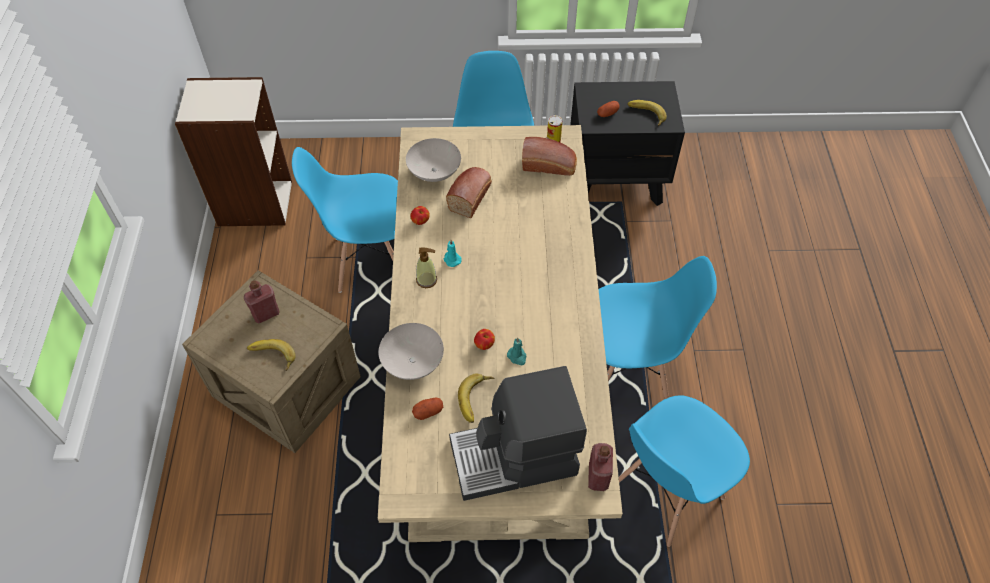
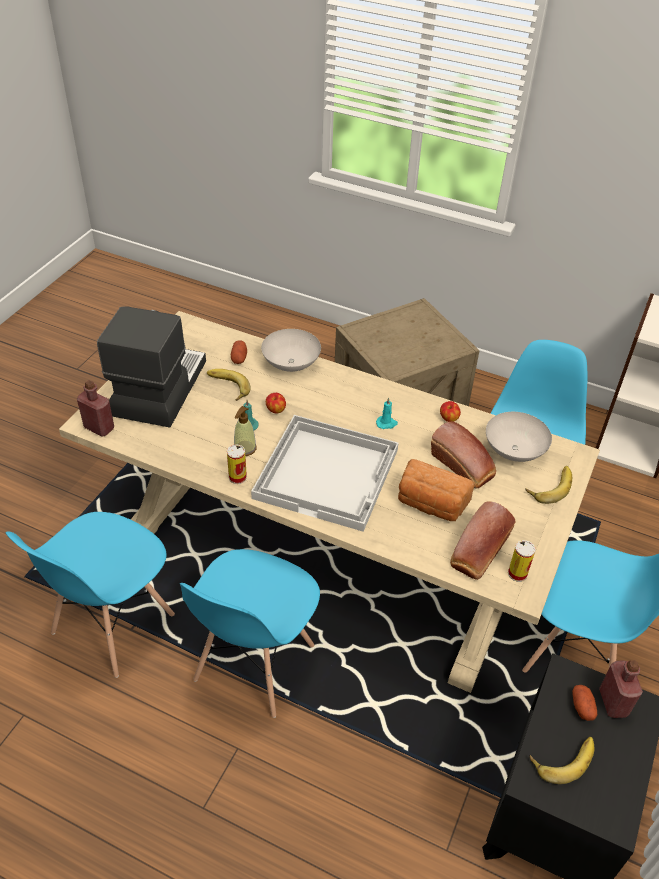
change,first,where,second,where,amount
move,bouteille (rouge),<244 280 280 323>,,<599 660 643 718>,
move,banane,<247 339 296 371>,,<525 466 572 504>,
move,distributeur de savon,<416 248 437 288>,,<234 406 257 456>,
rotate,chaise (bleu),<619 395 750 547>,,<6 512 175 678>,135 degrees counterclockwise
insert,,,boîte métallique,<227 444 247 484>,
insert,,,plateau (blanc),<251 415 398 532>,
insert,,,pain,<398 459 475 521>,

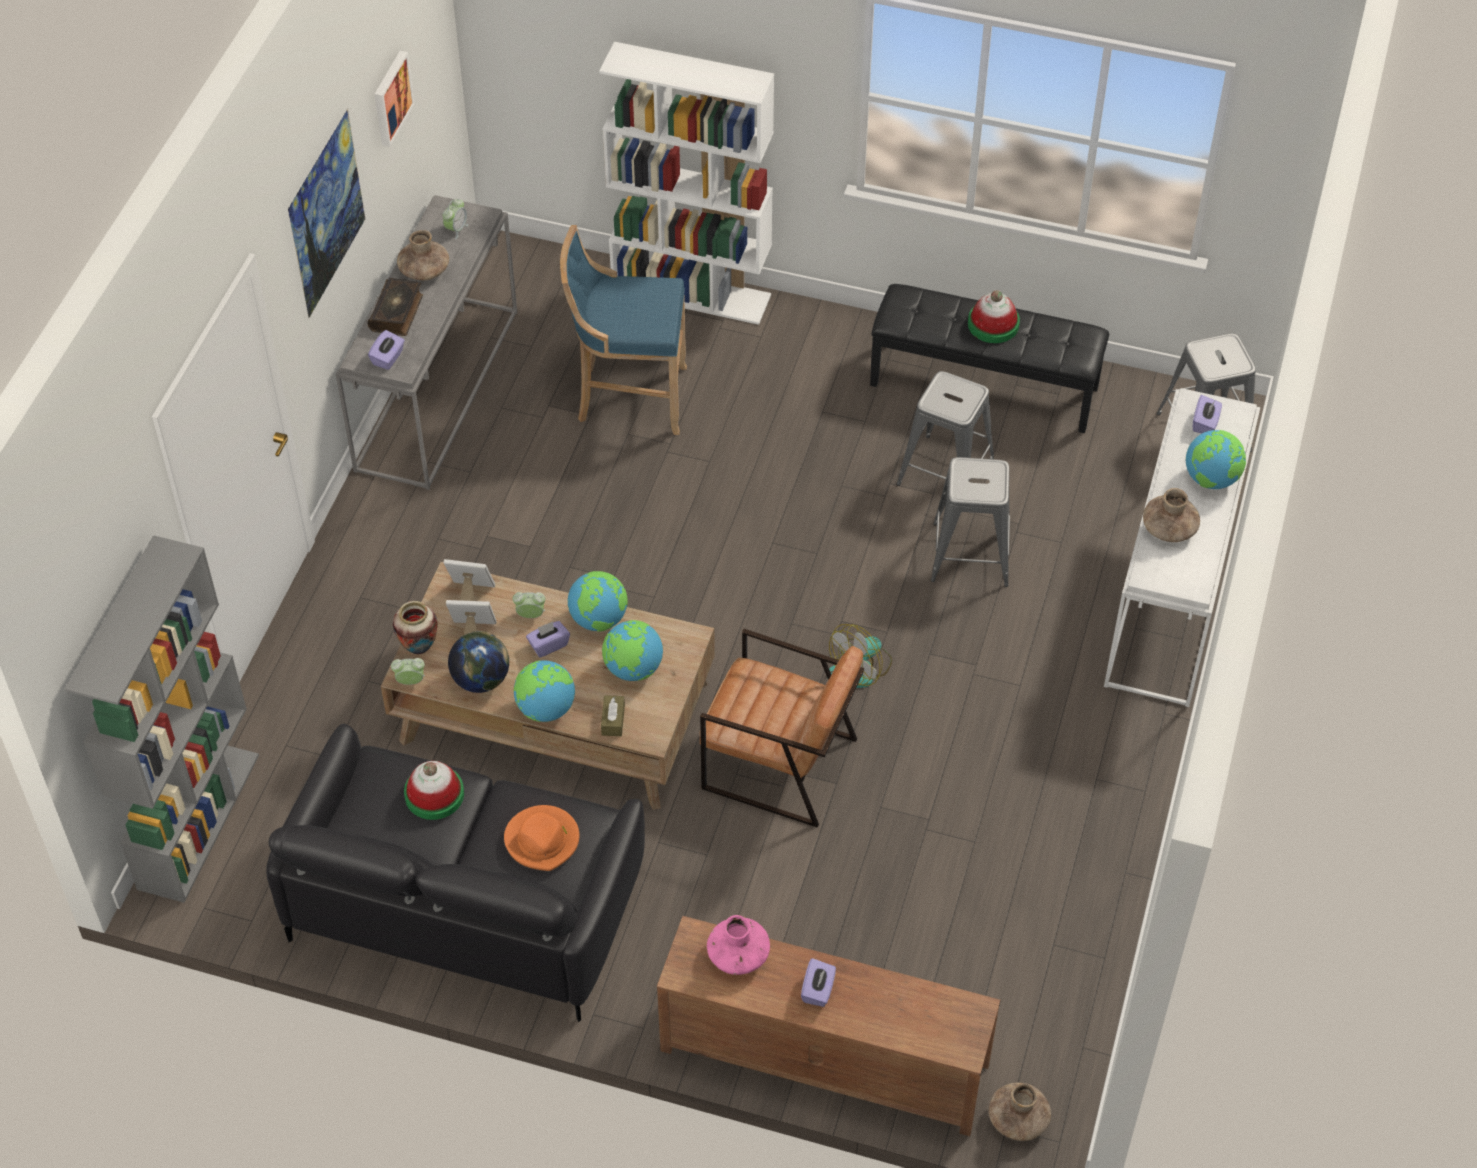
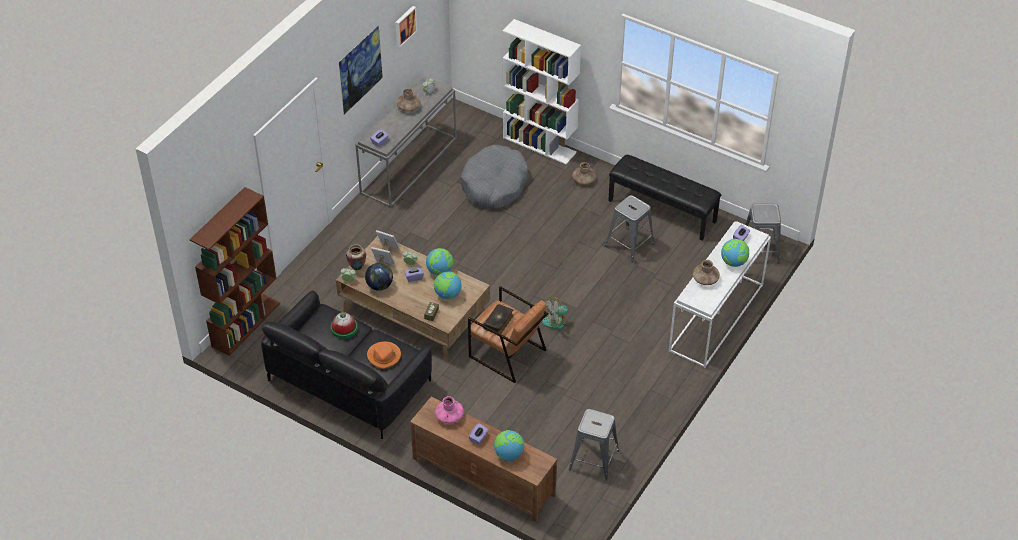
change,first,where,second,where,amount
recolor,bibliothèque (gris),<65 535 259 903>,bibliothèque (marron),<189 187 280 356>,
move,livre,<367 278 423 336>,,<483 304 514 334>,
move,globe,<514 660 575 722>,,<494 430 524 461>,
replace,tabouret (bleu),<560 225 687 435>,panier pour chien (gris),<461 145 529 209>,
move,tabouret (gris),<931 457 1010 587>,,<569 409 619 481>,
delete,chapeau,<968 290 1020 343>,,,
move,vase (marron),<989 1083 1051 1141>,,<572 162 596 185>,

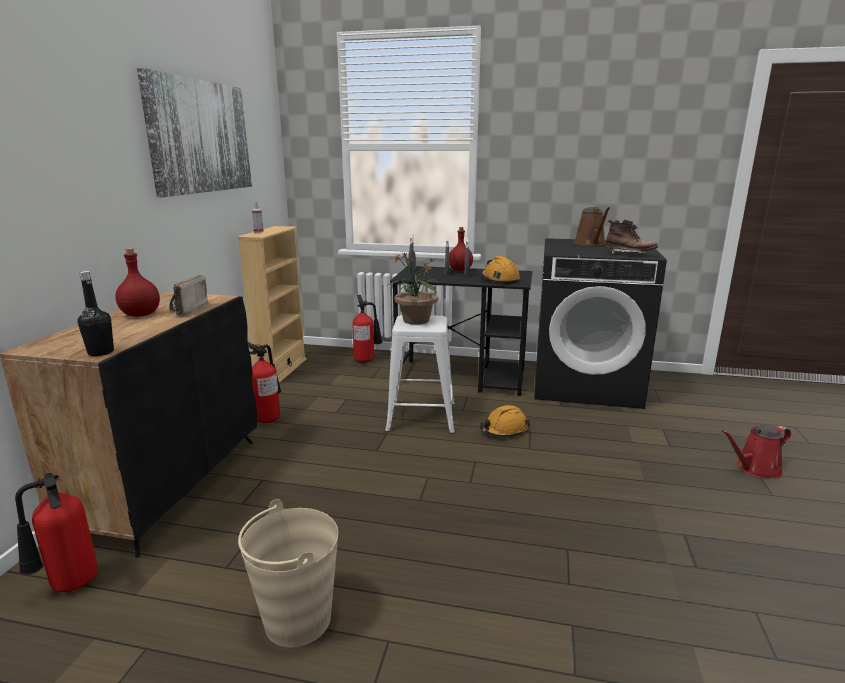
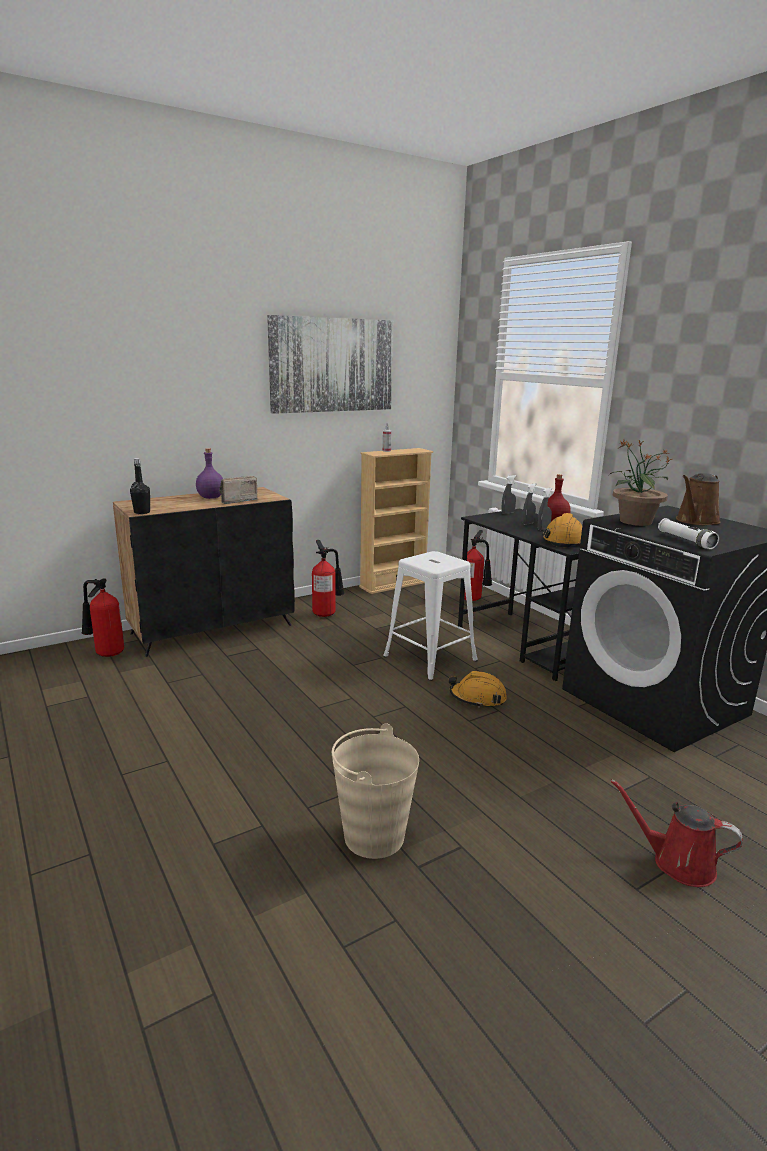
change,first,where,second,where,amount
recolor,bouteille (rouge),<115 248 160 317>,bouteille (violet),<196 448 223 499>,
move,seau (beige),<238 499 338 648>,,<332 724 419 859>,
move,plante en pot,<388 253 438 325>,,<609 440 672 526>,
replace,botte (marron),<605 220 658 254>,lampe de poche (blanc),<658 518 719 549>,

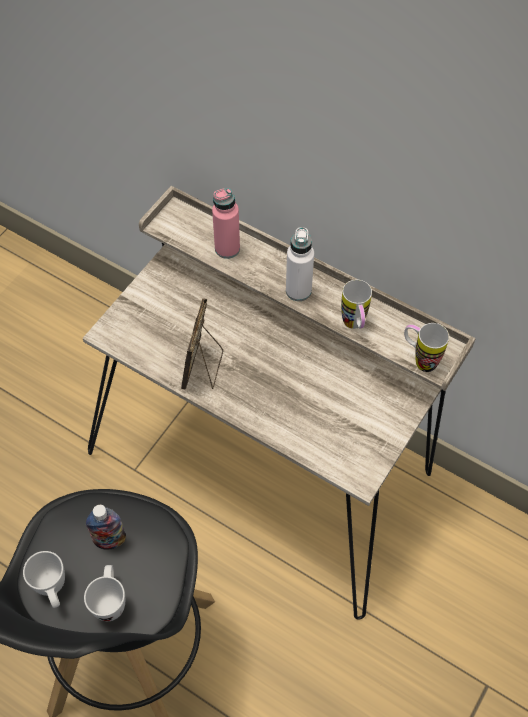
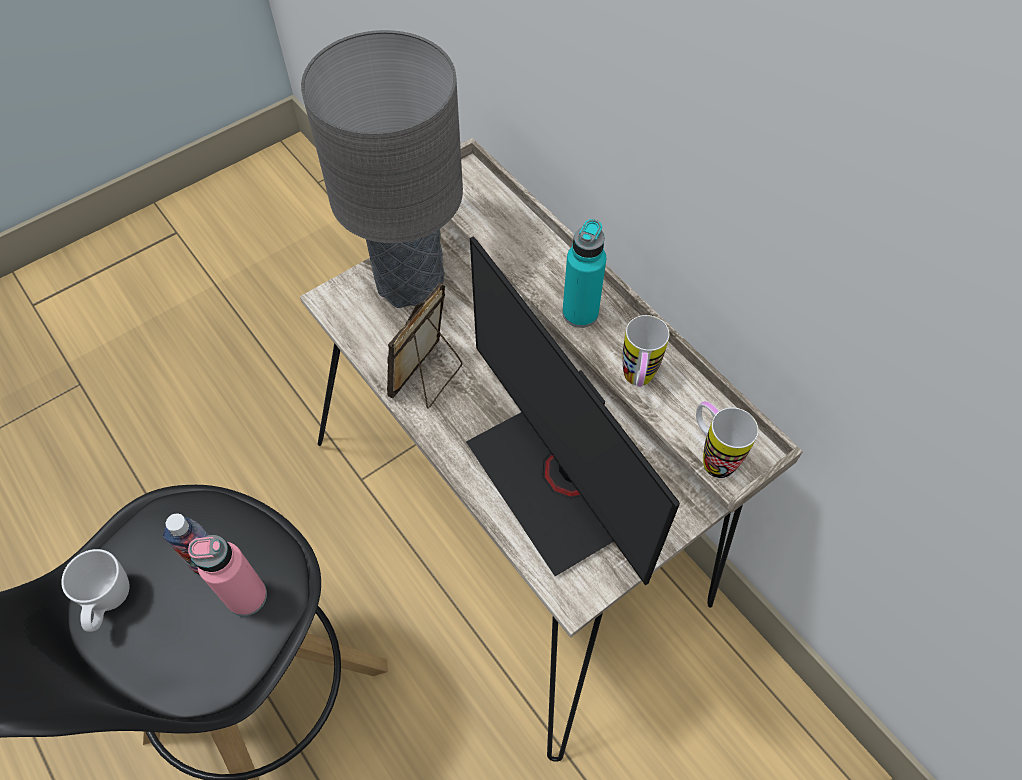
change,first,where,second,where,amount
delete,mug (blanc),<84 565 125 621>,,,
move,bouteille (rose),<212 188 240 259>,,<188 535 267 616>,
recolor,bouteille (blanc),<286 227 314 301>,bouteille (turquoise),<562 219 606 328>,
insert,,,lampe de table (gris),<301 30 463 308>,
insert,,,écran d'ordinateur,<466 237 680 585>,

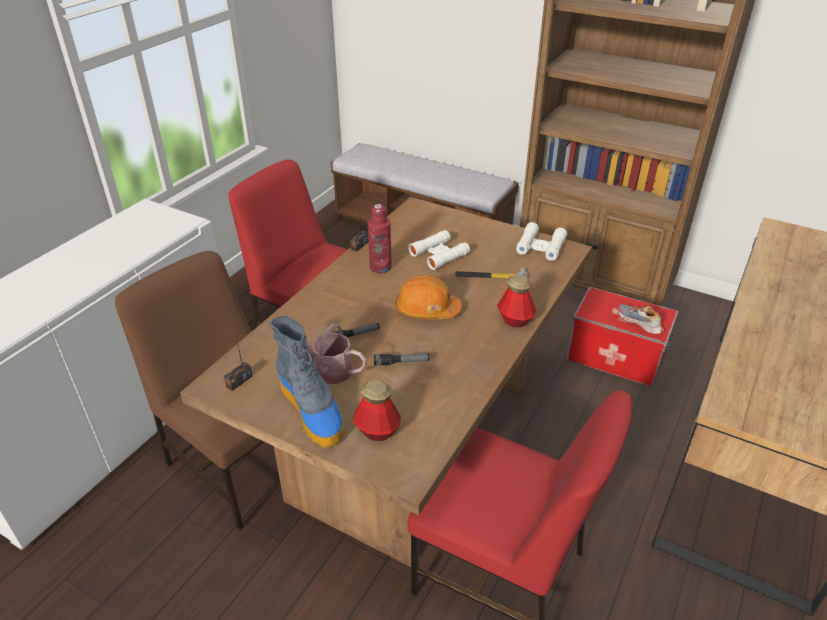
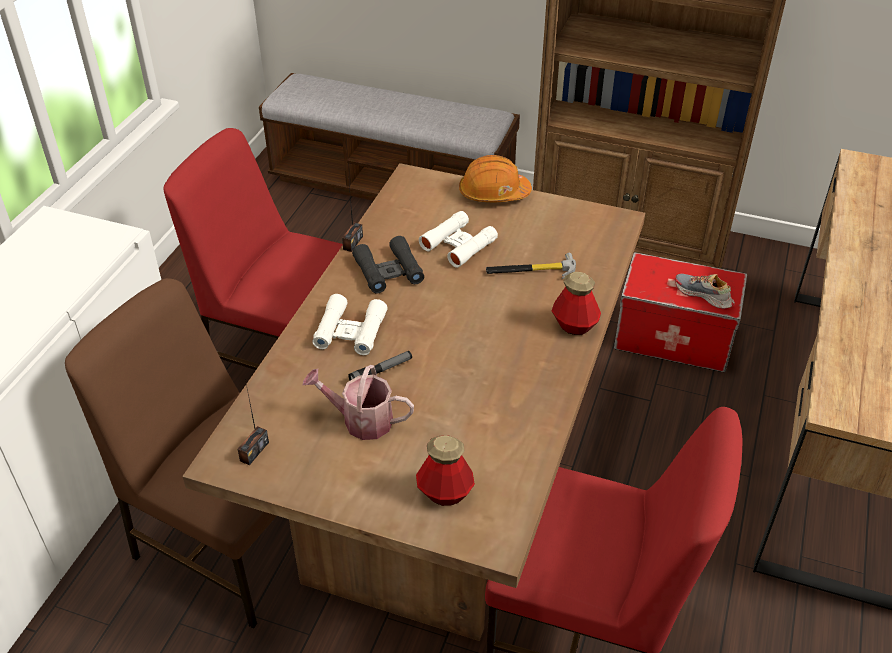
change,first,where,second,where,amount
delete,botte,<270 315 345 448>,,,
replace,bouteille (rouge),<367 204 392 273>,jumelles (noir),<352 236 424 294>,
delete,lampe de poche,<374 354 430 366>,,,
move,casque de chantier (orange),<395 275 462 319>,,<459 155 532 202>,
move,jumelles (blanc),<516 222 567 261>,,<312 294 388 355>,

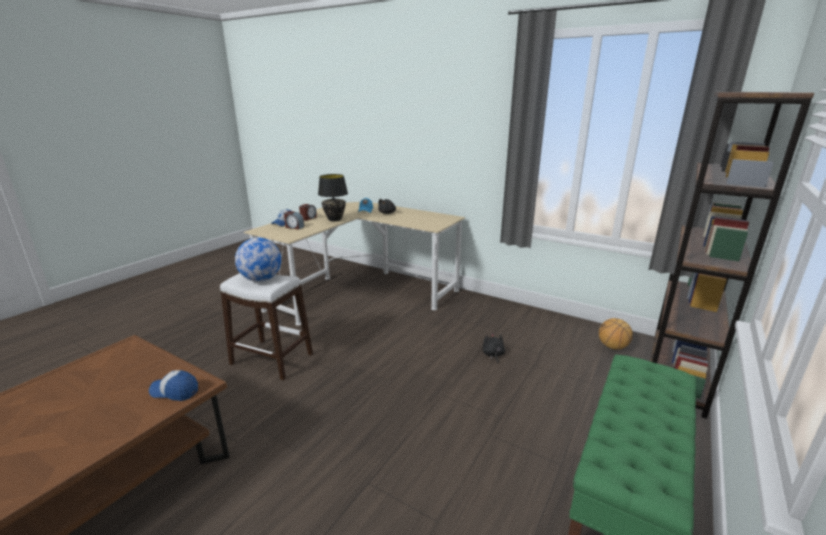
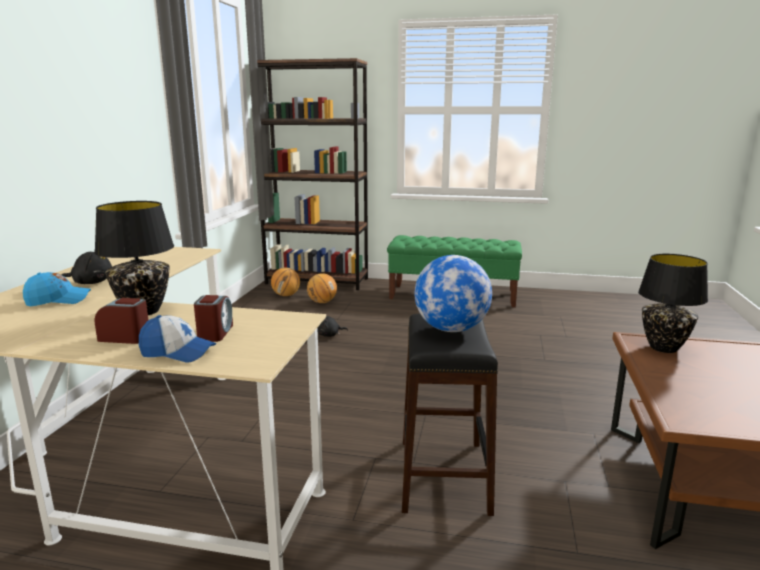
change,first,where,second,where,amount
replace,casquette,<149 370 198 401>,lampe de table (noir),<638 254 708 353>,
recolor,tabouret (blanc),<220 273 313 380>,tabouret (noir),<402 314 498 516>,
insert,,,ballon de basket,<307 273 337 303>,

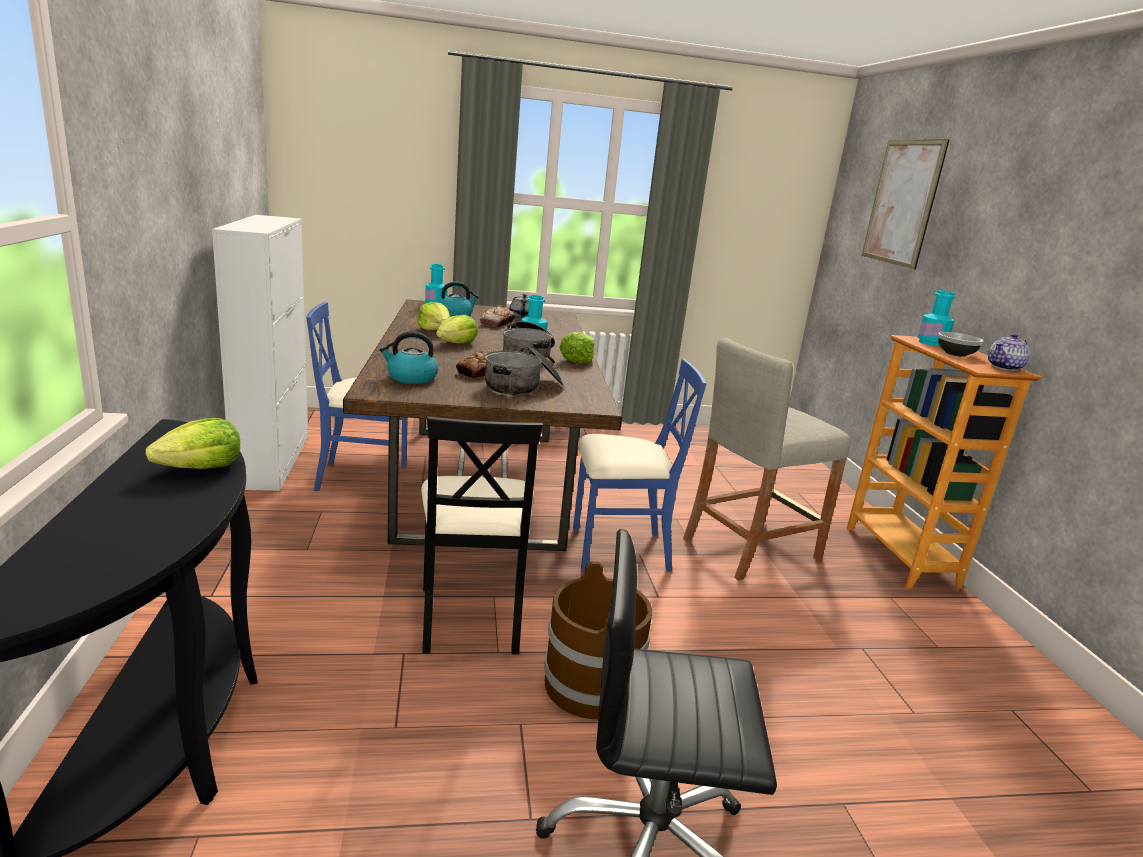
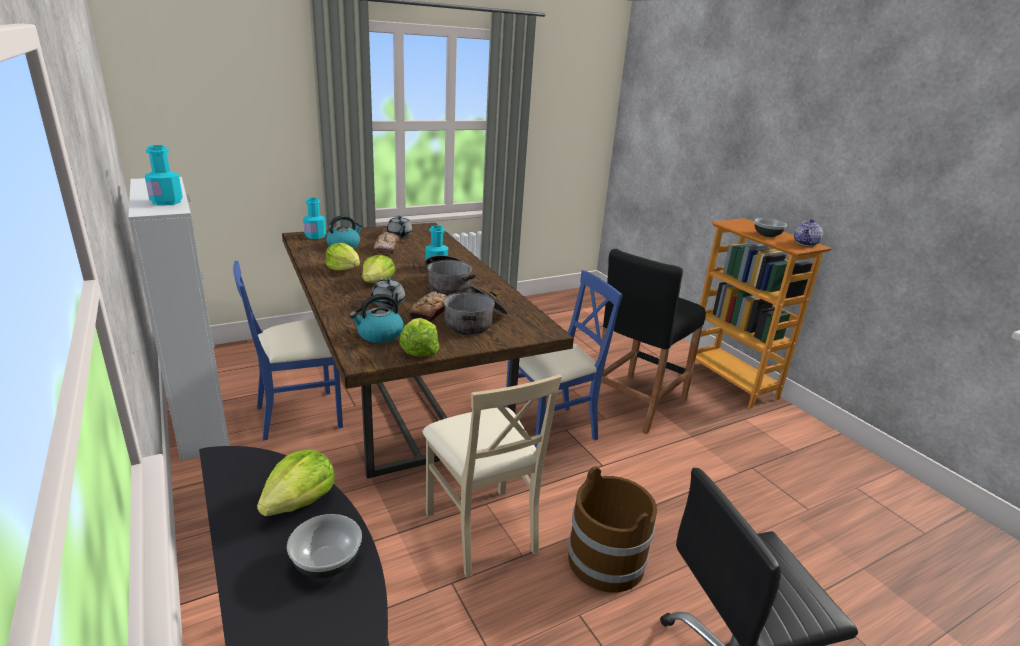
change,first,where,second,where,amount
recolor,chaise (noir),<421 417 543 654>,chaise (beige),<422 374 562 578>,
move,laitue,<560 332 595 363>,,<400 318 439 357>,
recolor,tabouret (beige),<683 338 851 581>,tabouret (noir),<588 249 706 434>,
delete,tableau,<862 139 950 270>,,,
move,bouteille (turquoise),<917 290 956 346>,,<145 145 183 206>,
insert,,,bol,<287 514 362 578>,
insert,,,théière (gris),<371 278 406 308>,

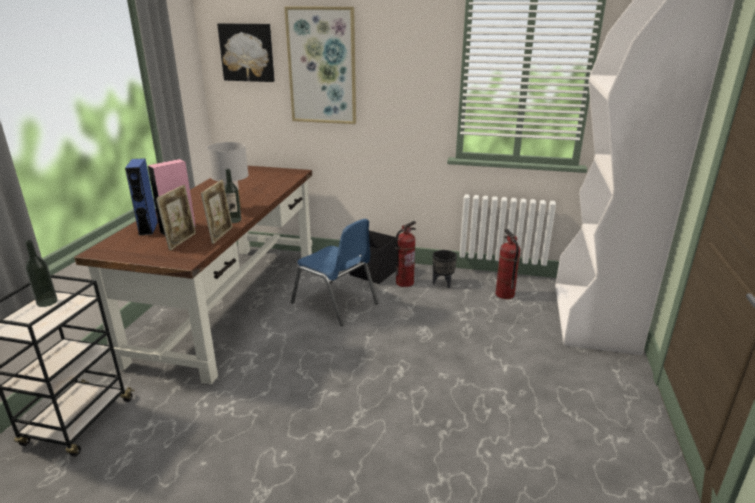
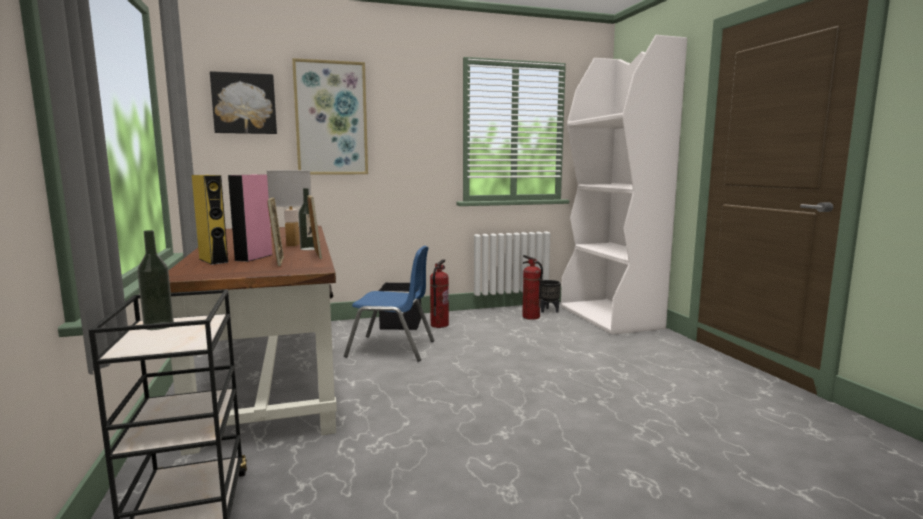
change,first,where,second,where,amount
recolor,enceinte (bleu),<125 158 158 236>,enceinte (jaune),<192 175 229 265>,
move,cache-pot (noir),<433 250 457 288>,,<541 280 561 313>,

